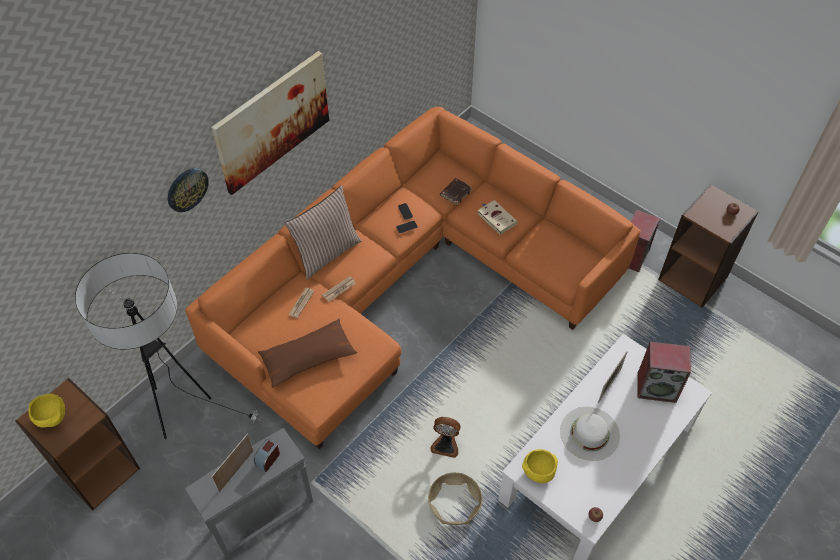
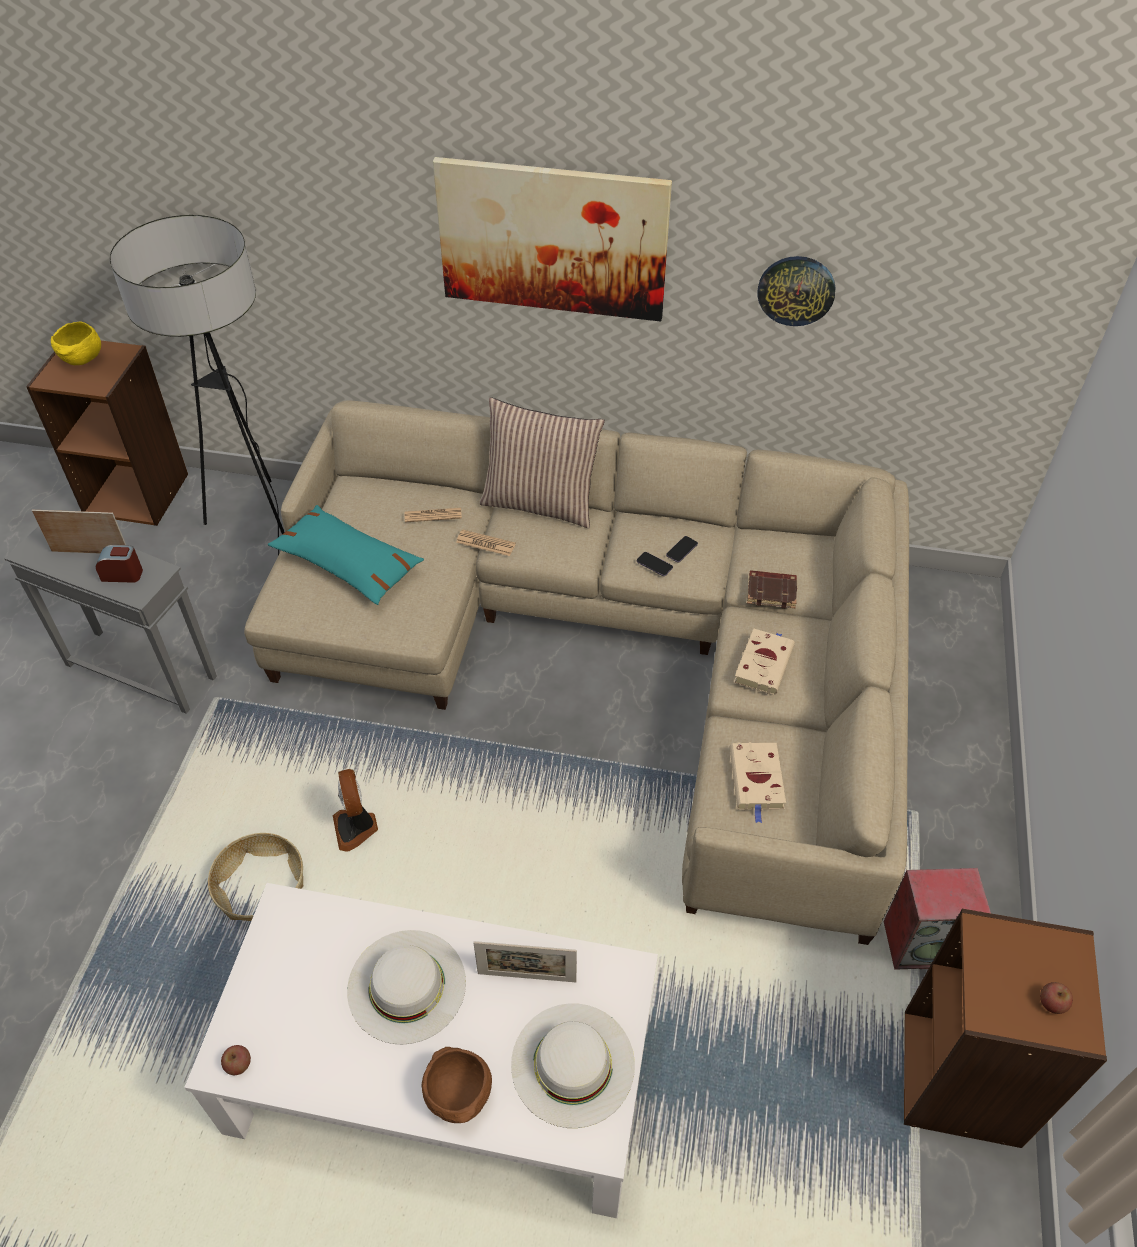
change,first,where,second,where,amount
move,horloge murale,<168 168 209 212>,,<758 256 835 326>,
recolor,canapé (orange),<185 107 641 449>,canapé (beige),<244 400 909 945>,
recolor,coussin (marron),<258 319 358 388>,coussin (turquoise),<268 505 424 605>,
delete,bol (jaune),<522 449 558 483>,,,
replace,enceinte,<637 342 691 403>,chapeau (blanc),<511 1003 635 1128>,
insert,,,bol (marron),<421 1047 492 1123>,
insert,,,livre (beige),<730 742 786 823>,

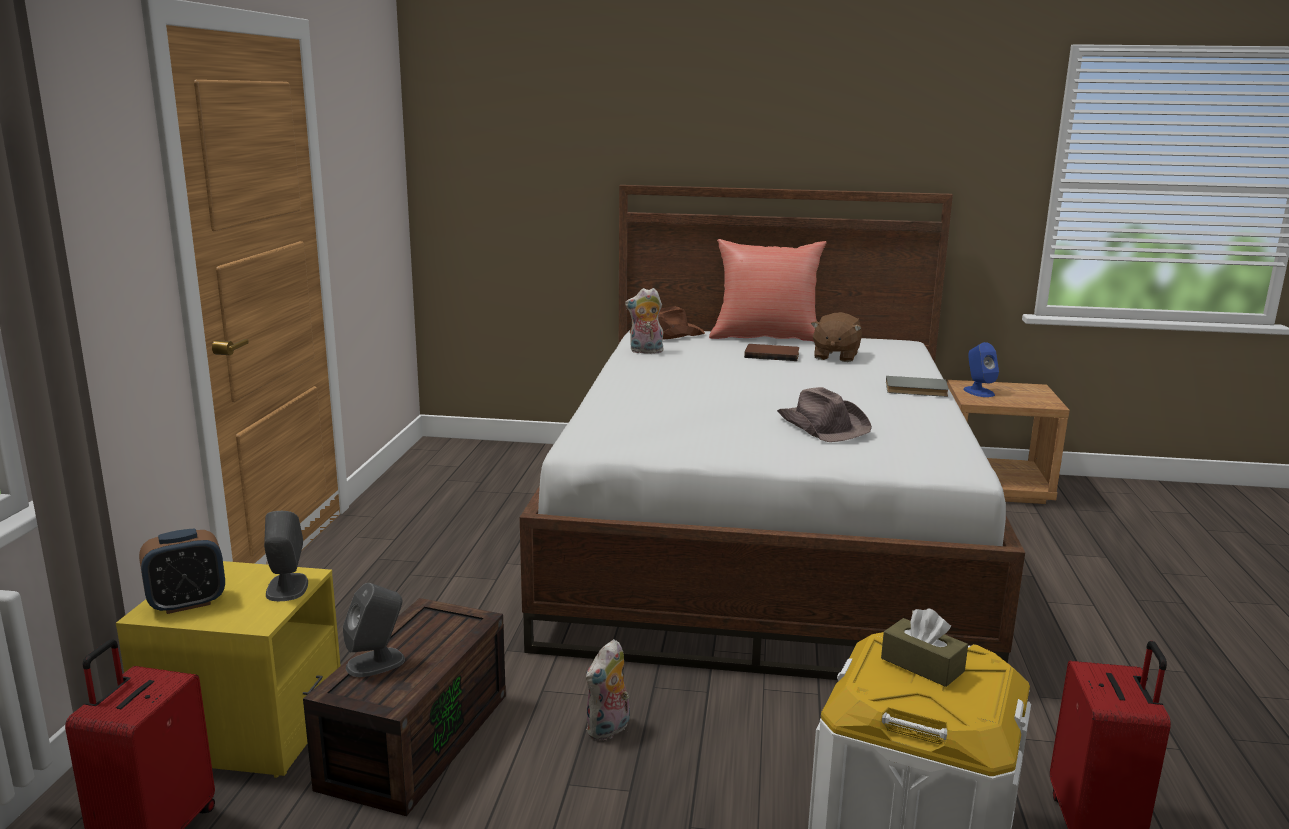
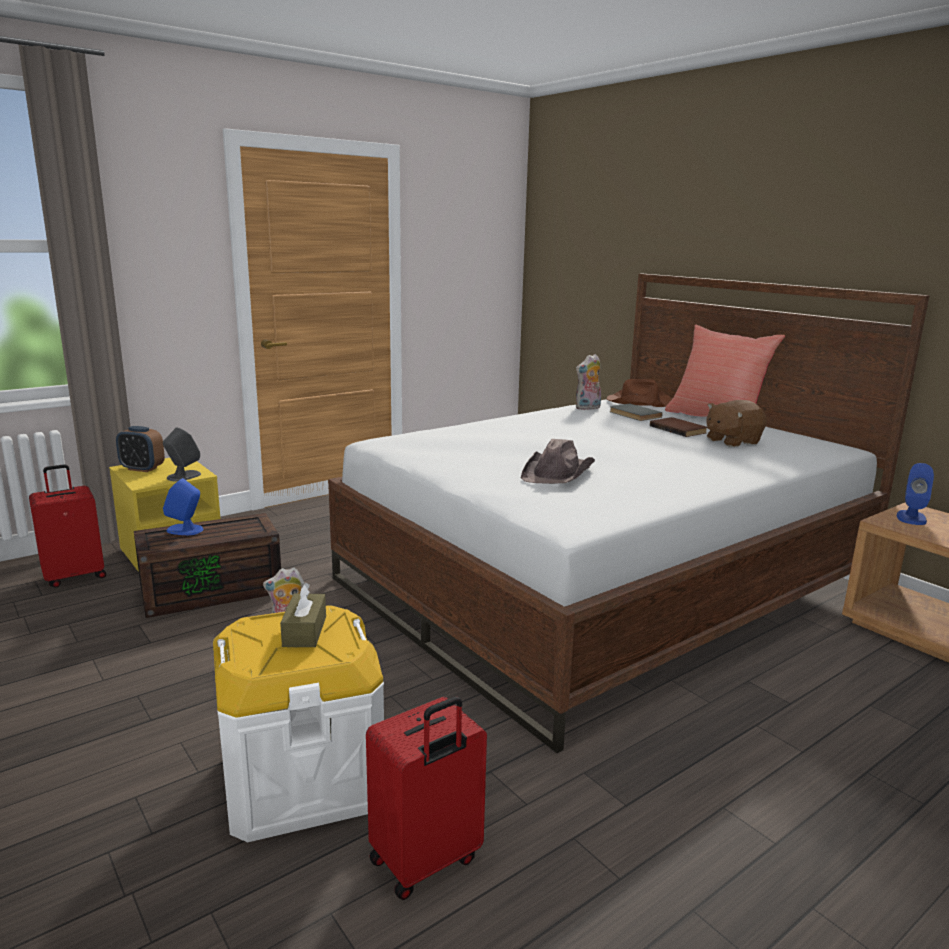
change,first,where,second,where,amount
recolor,enceinte (gris),<343 583 405 677>,enceinte (bleu),<163 478 204 535>,
rotate,peluche,<625 288 663 354>,,<576 354 601 410>,75 degrees counterclockwise
move,livre (gris),<886 376 949 397>,,<610 404 662 421>,

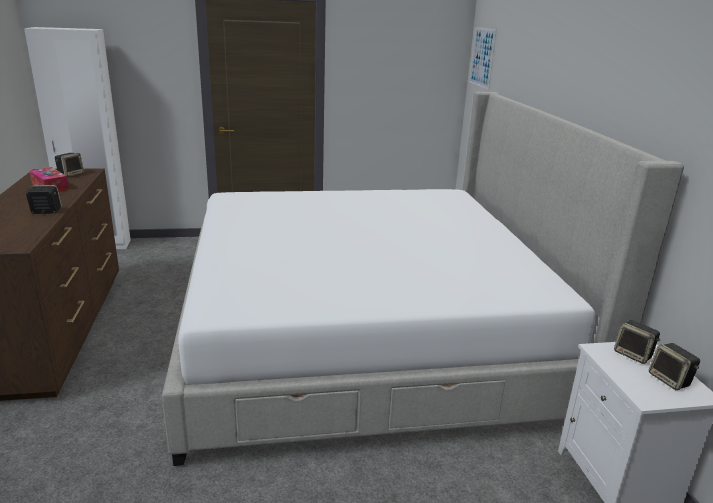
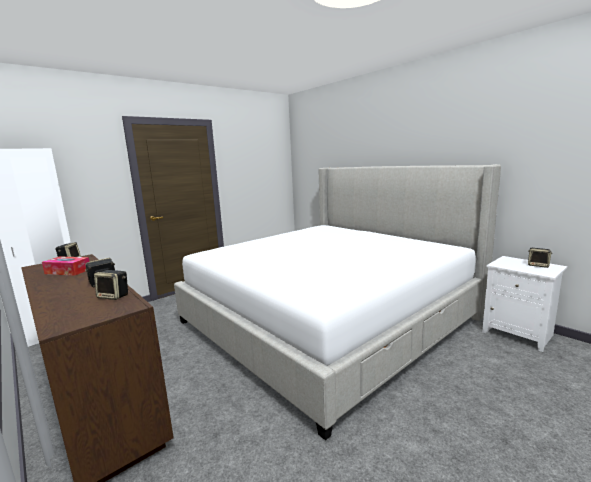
change,first,where,second,where,amount
delete,tableau,<469 27 497 90>,,,
move,enceinte,<614 320 660 364>,,<94 270 128 300>,

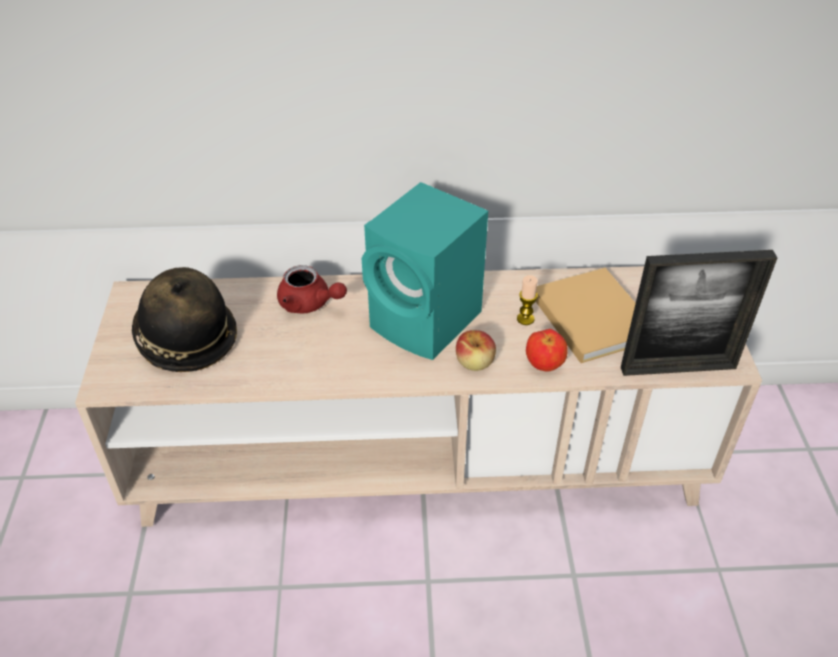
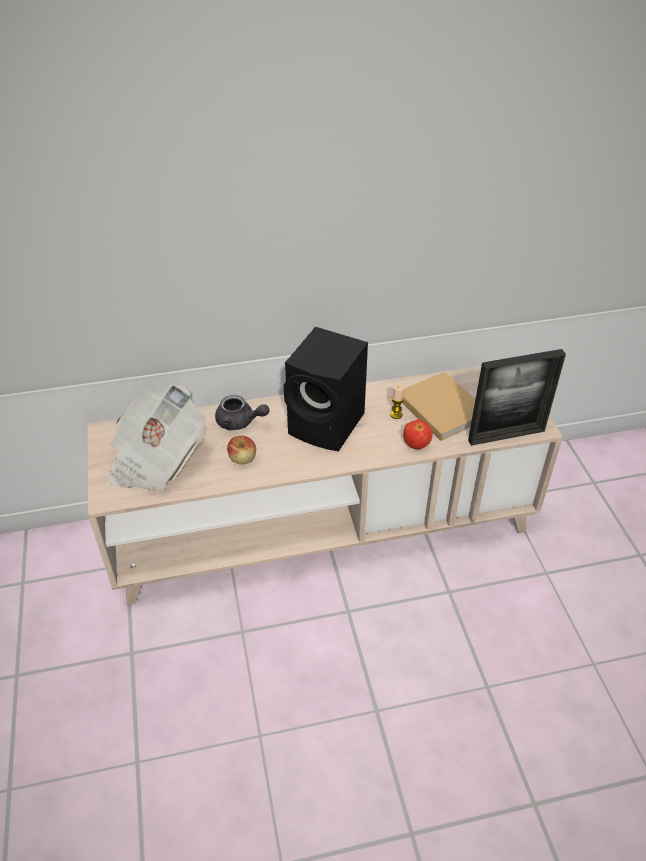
change,first,where,second,where,amount
replace,chapeau,<132 267 237 372>,journal,<107 384 205 491>,
recolor,théière (rouge),<277 265 347 313>,théière (gris),<215 395 269 430>,
recolor,enceinte (turquoise),<362 182 488 360>,enceinte (noir),<284 327 368 451>,
move,pomme,<456 330 496 371>,,<227 436 256 465>,

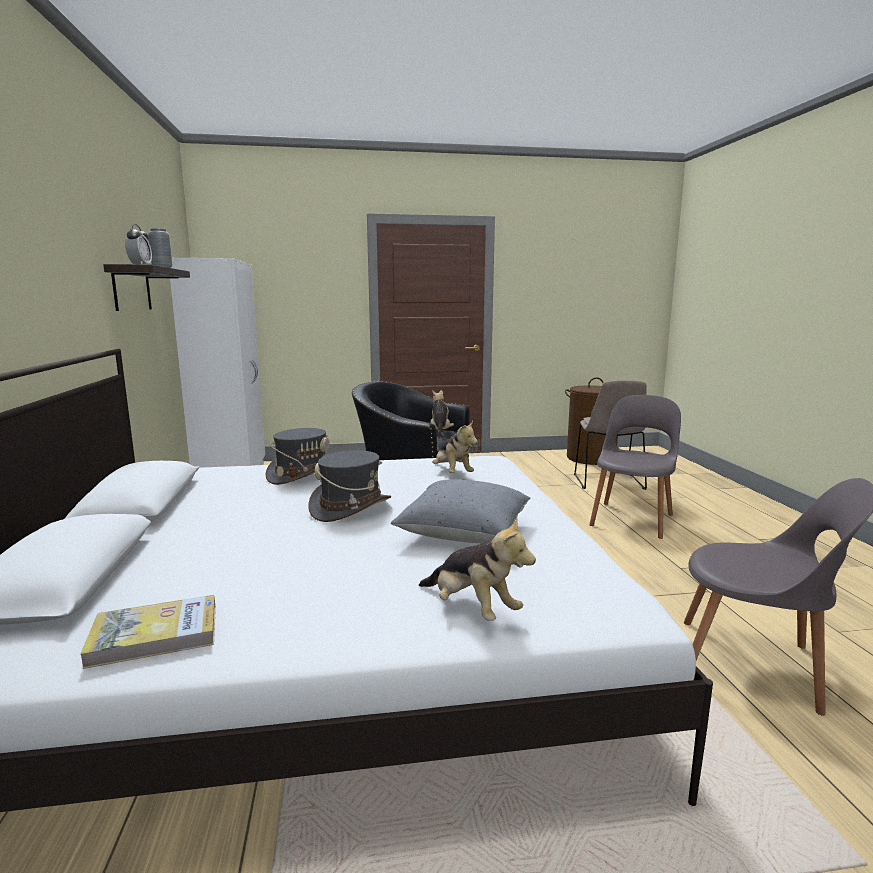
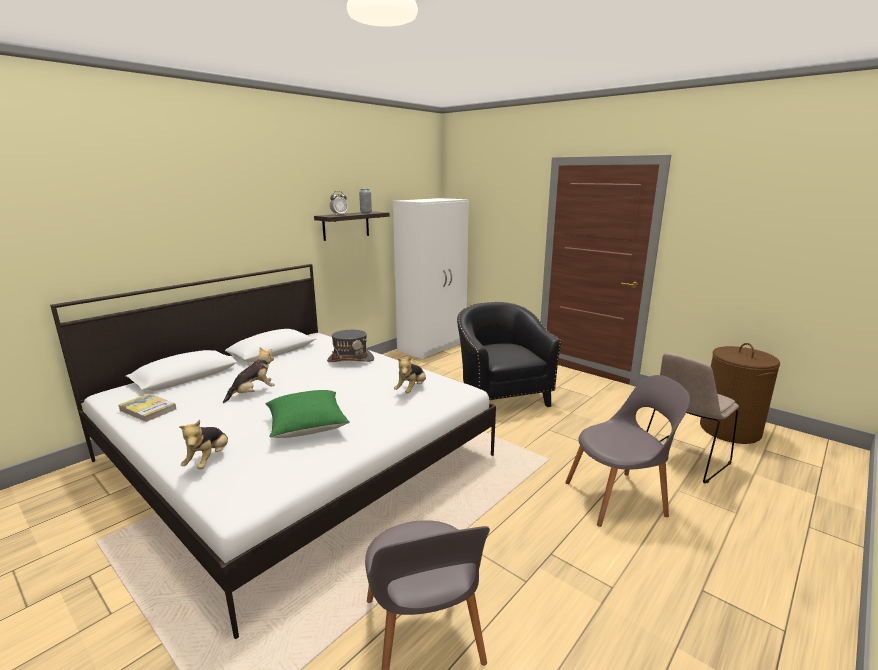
change,first,where,second,where,amount
delete,chapeau (gris),<308 450 391 522>,,,
recolor,coussin (gris),<391 479 530 543>,coussin (vert),<266 390 350 438>,
move,peluche,<431 390 454 439>,,<223 347 275 403>,

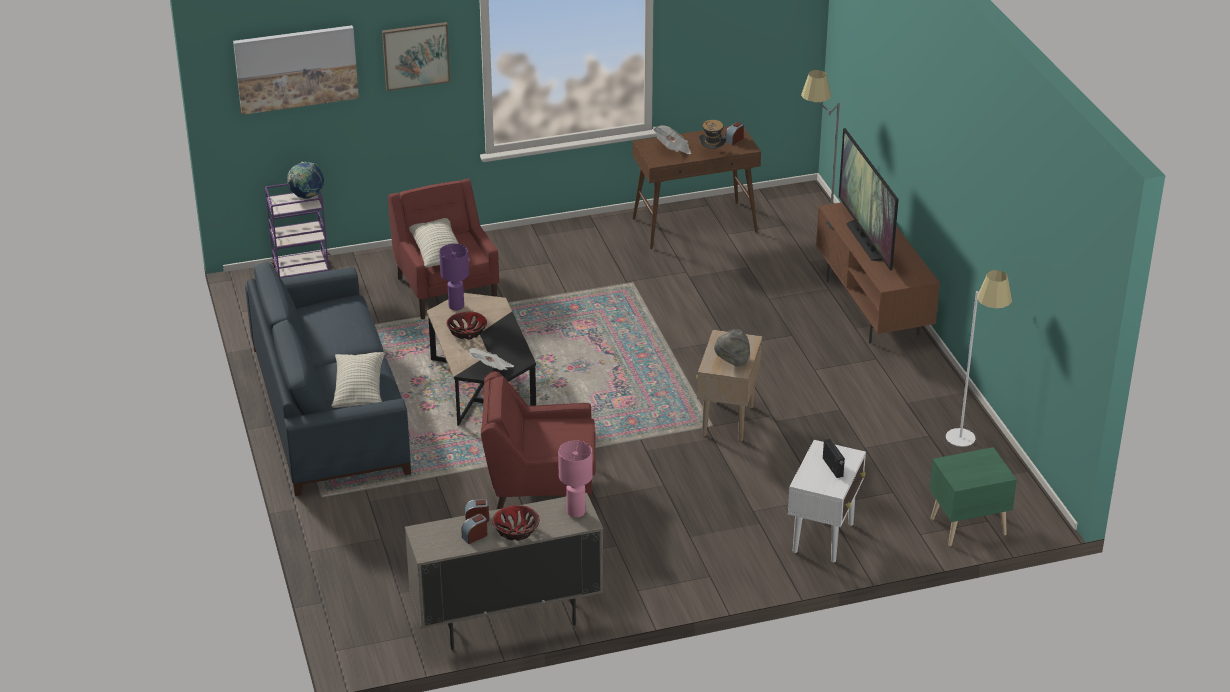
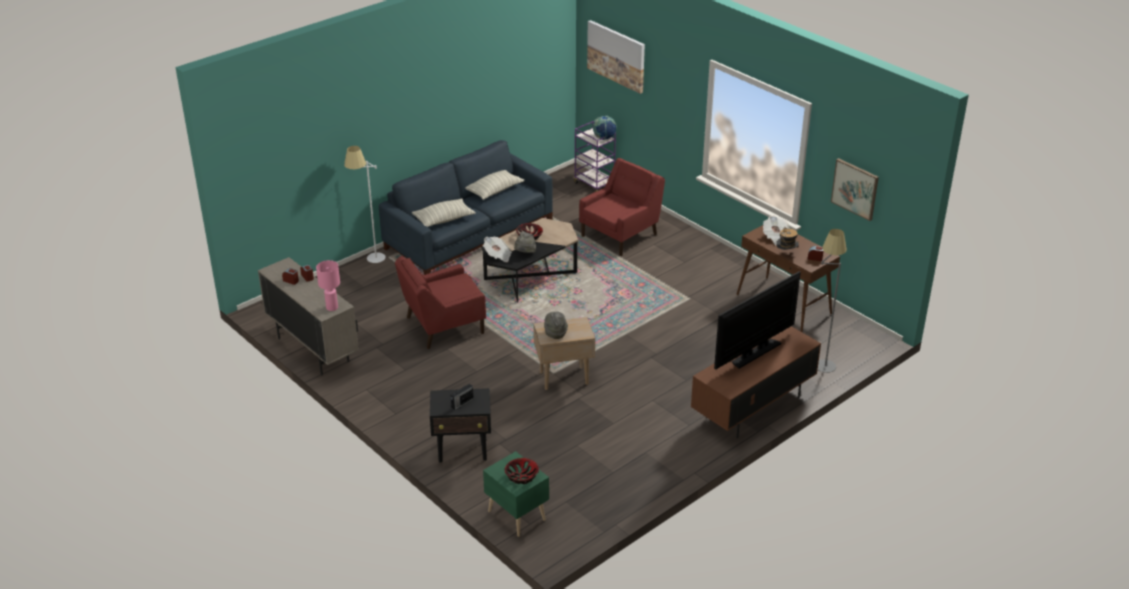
change,first,where,second,where,amount
move,tableau,<382 22 450 91>,,<831 158 879 221>,
move,coussin,<409 218 469 268>,,<465 170 524 200>,
delete,lampe de table (violet),<439 244 469 310>,,,
rotate,fauteuil (rouge),<481 371 596 510>,,<395 256 486 349>,90 degrees counterclockwise
move,bol,<492 505 540 541>,,<505 458 539 484>,
recolor,table d'appoint (blanc),<788 440 866 562>,table d'appoint (noir),<430 388 491 463>,
move,lampadaire (blanc),<946 270 1012 447>,,<344 146 386 263>,
insert,,,chapeau (gris),<514 231 536 253>,

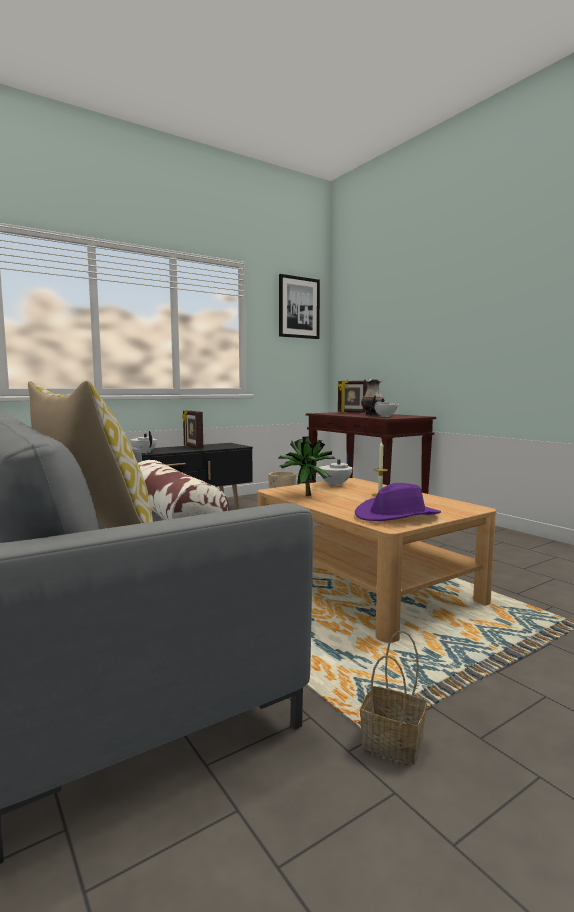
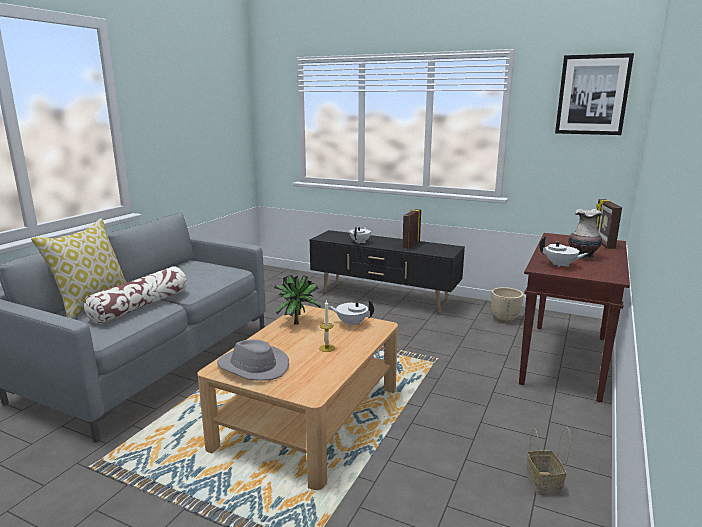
change,first,where,second,where,amount
recolor,chapeau (violet),<355 483 441 521>,chapeau (gris),<217 339 289 381>,
move,panier,<360 631 427 765>,,<526 427 571 495>,

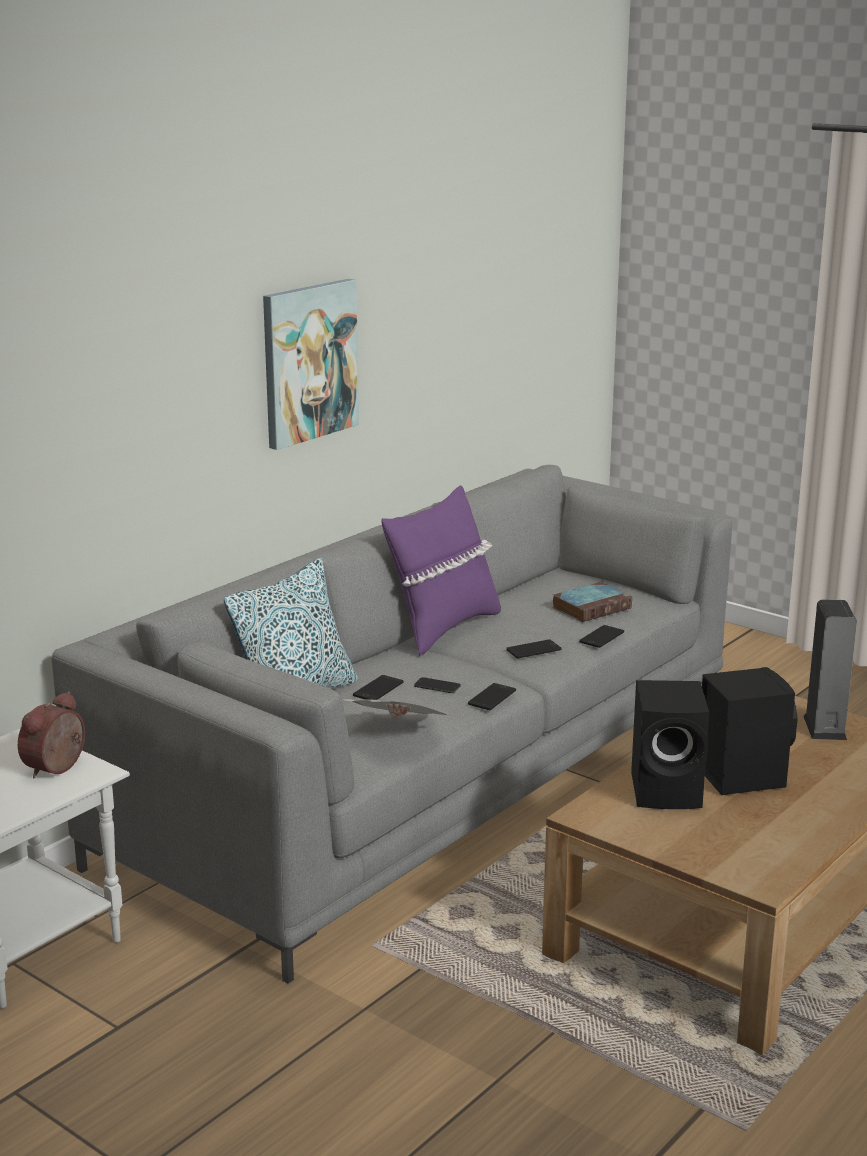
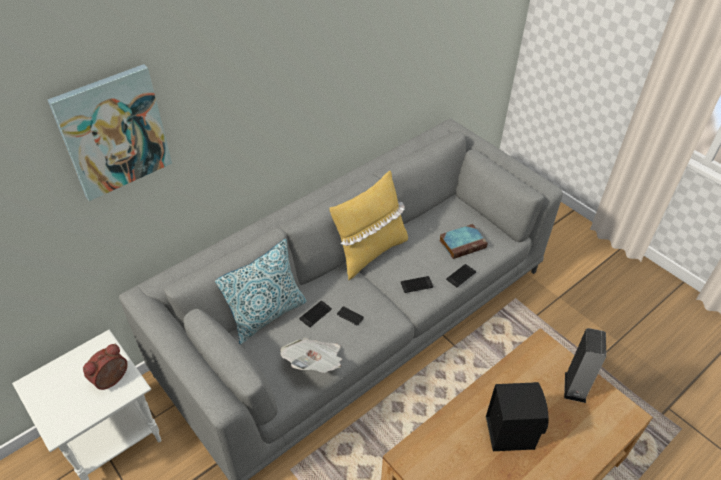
change,first,where,second,where,amount
move,tableau,<263 279 359 450>,,<48 64 172 201>,
recolor,coussin (violet),<381 486 501 656>,coussin (jaune),<329 171 408 280>,
delete,téléphone,<468 683 516 710>,,,
delete,enceinte (noir),<631 680 709 809>,,,

